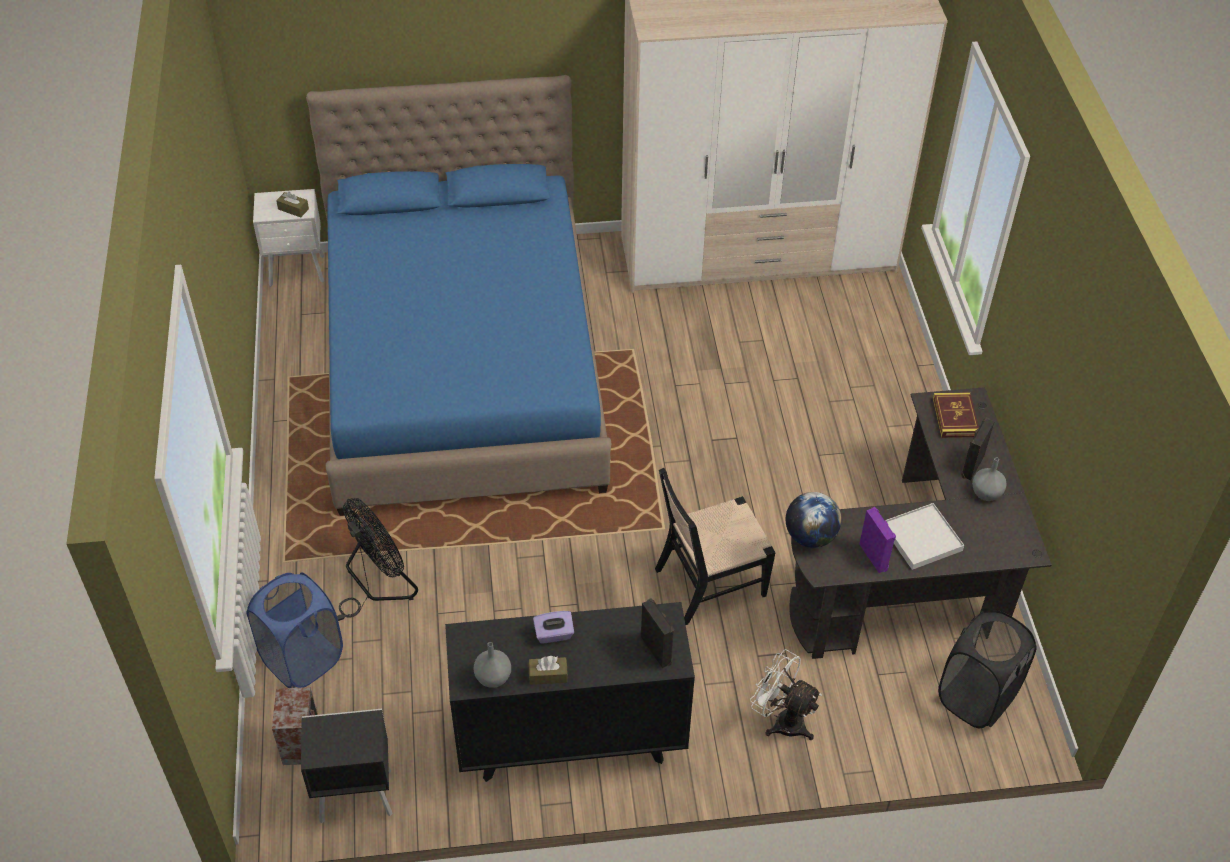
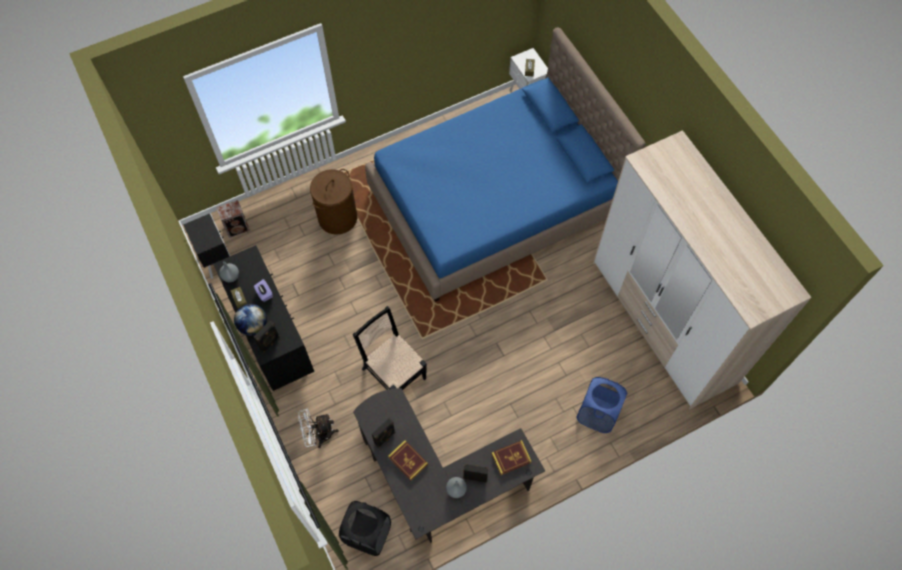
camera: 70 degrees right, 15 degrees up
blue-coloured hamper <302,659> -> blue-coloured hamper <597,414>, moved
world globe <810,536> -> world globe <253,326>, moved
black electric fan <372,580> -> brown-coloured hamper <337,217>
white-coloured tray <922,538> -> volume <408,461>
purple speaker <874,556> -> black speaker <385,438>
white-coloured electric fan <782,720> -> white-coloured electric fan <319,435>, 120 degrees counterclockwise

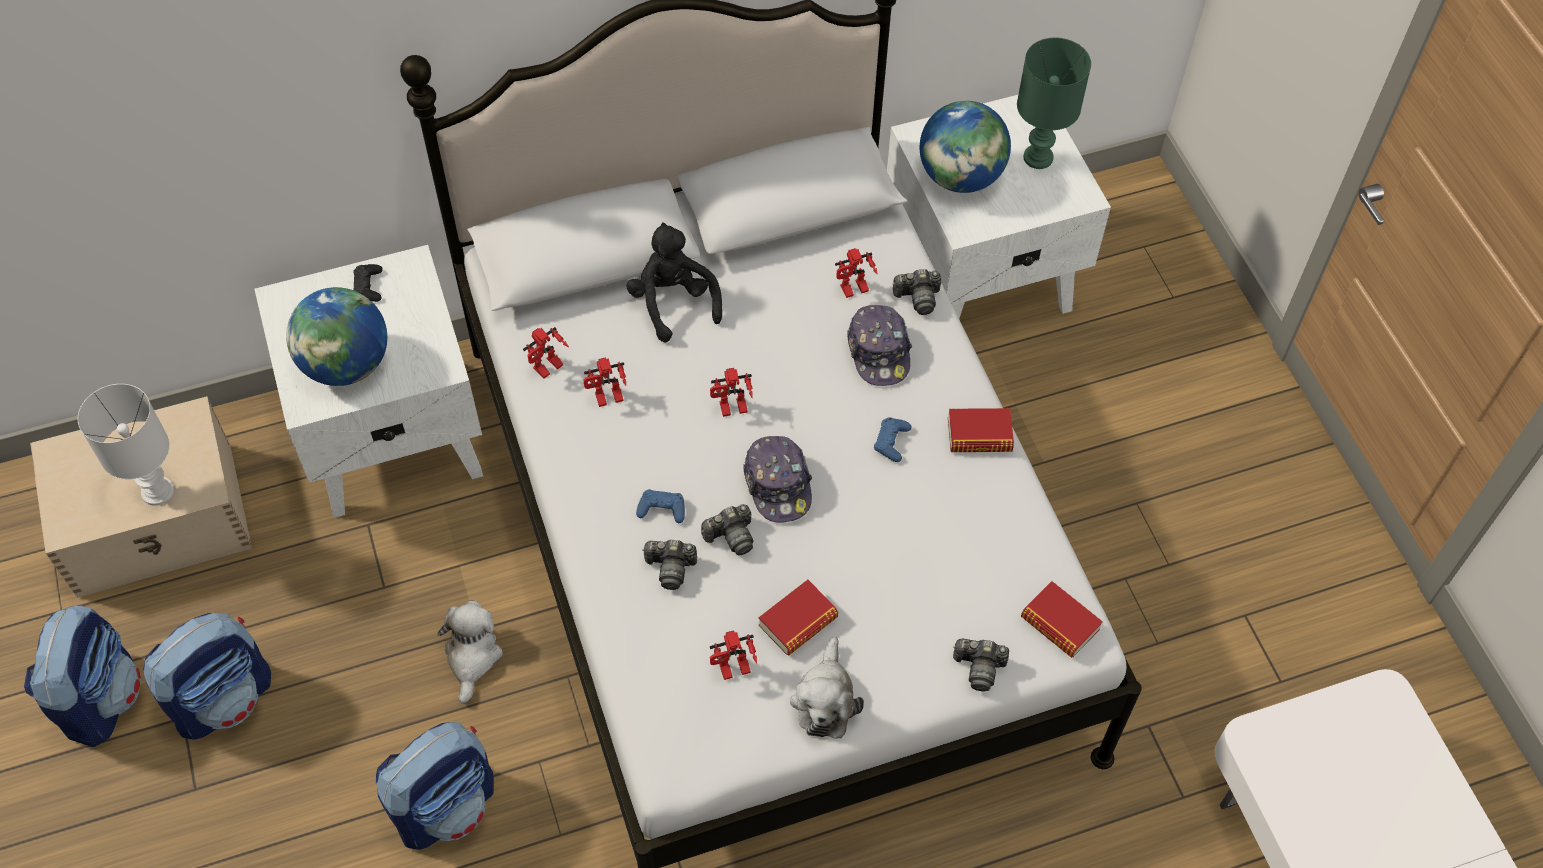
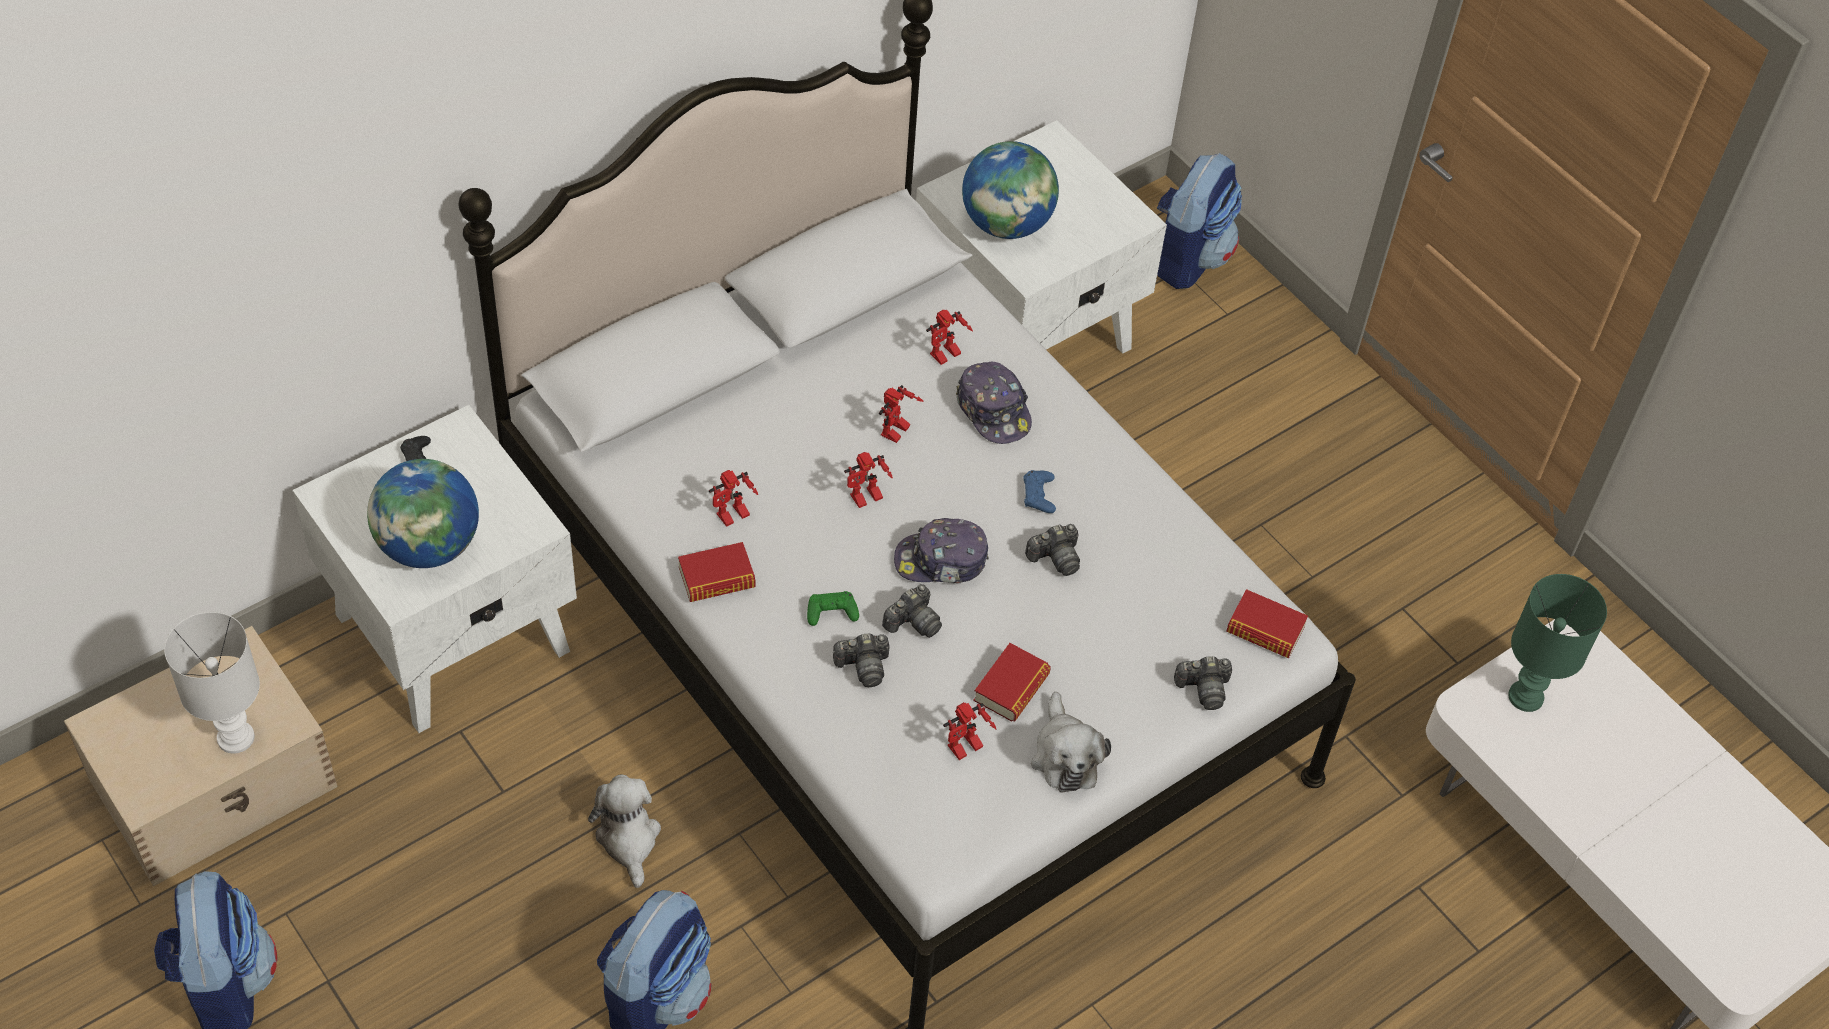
camera: 20 degrees left, 5 degrees down
black cuddly toy <673,302> -> none
rucksack <224,698> -> rucksack <1188,257>, moved
robot figure <548,370> -> robot figure <897,433>, moved
still camera <918,298> -> still camera <1055,558>, moved
volume <979,435> -> volume <717,578>, moved
green tabletop lamp <1037,156> -> green tabletop lamp <1524,696>, moved
blue-coloured gamepad <662,509> -> green gamepad <831,612>
cap <778,484> -> cap <941,561>, 120 degrees clockwise

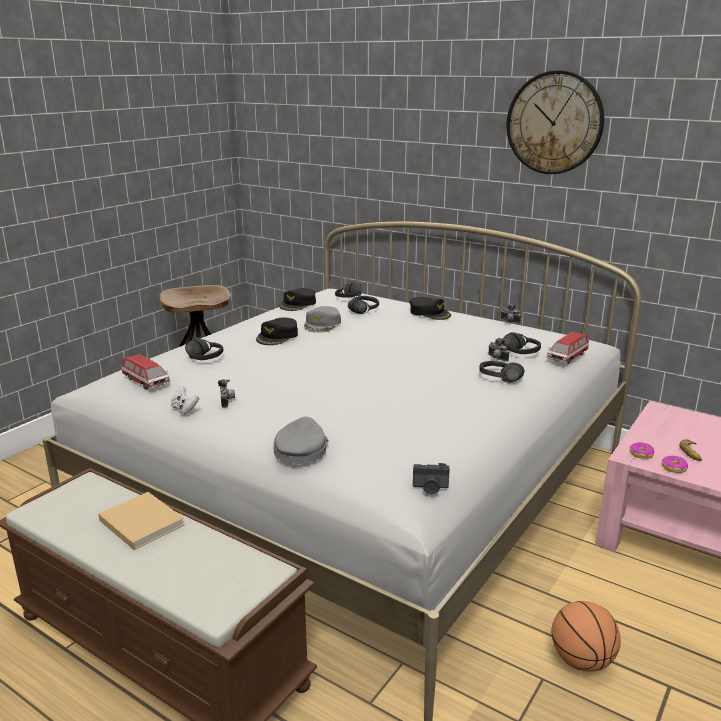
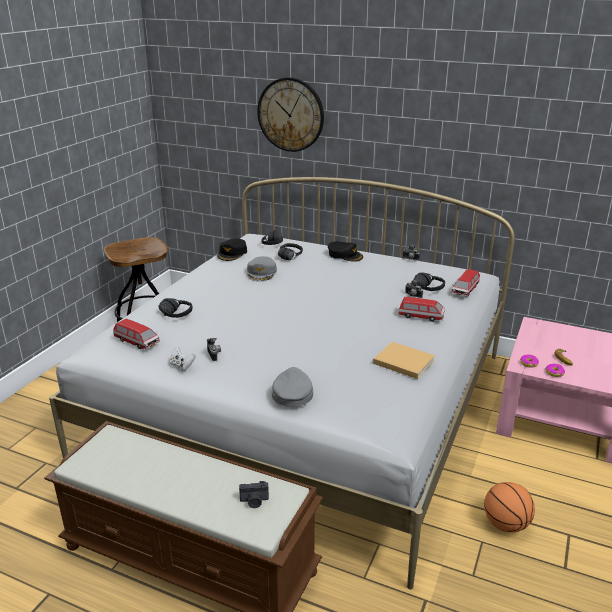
camera: 10 degrees left, 5 degrees up
black cap <277,336> -> none
beige volume <140,521> -> beige volume <402,361>, moved
still camera <430,488> -> still camera <254,501>, moved
clock on the wall <554,123> -> clock on the wall <291,114>, moved
black pair of headphones <498,381> -> miniature car <421,316>

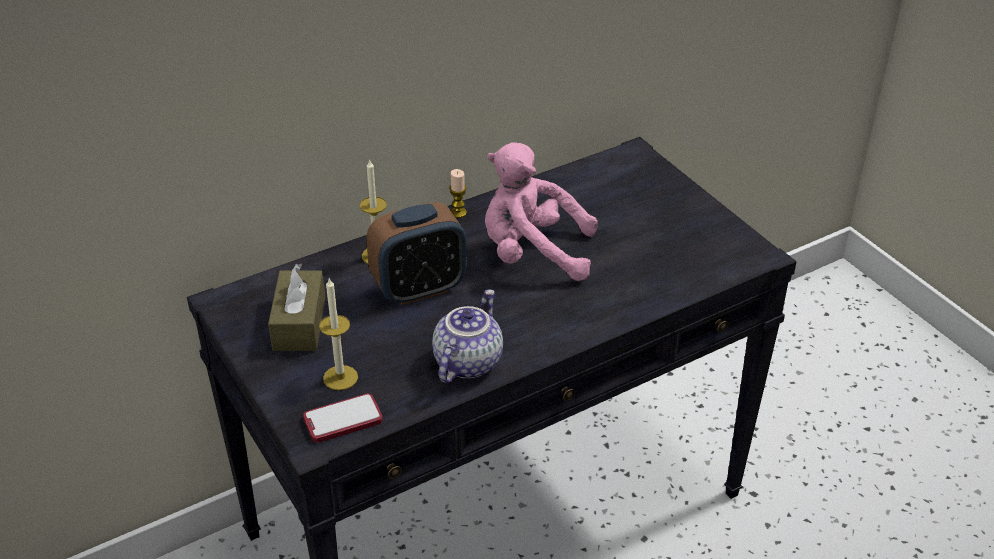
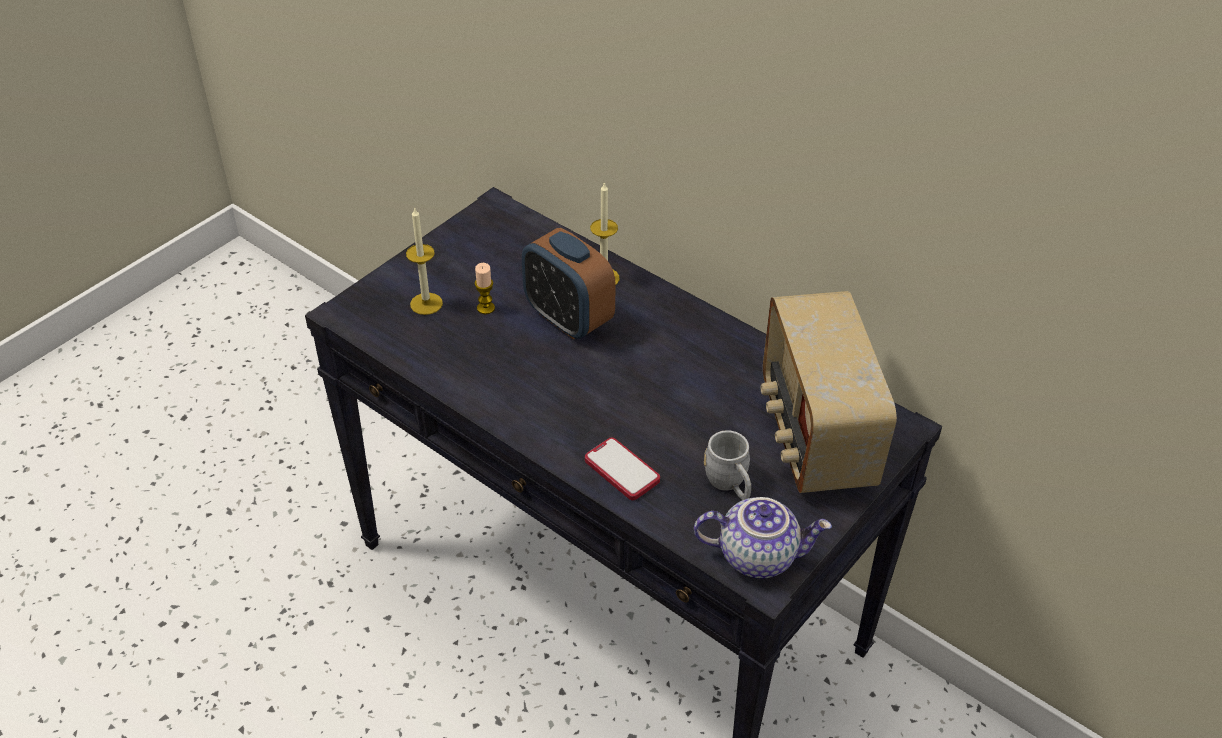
camera: 70 degrees right, 5 degrees up
brown-coloured tissue box <299,323> -> none
pinkish cuddly toy <532,253> -> none
none -> greyish mug <730,485>
none -> radio receiver <814,435>
telephone <343,420> -> telephone <622,470>, moved
pot for tea <466,362> -> pot for tea <758,554>, moved
wax candle <458,213> -> wax candle <485,308>, moved

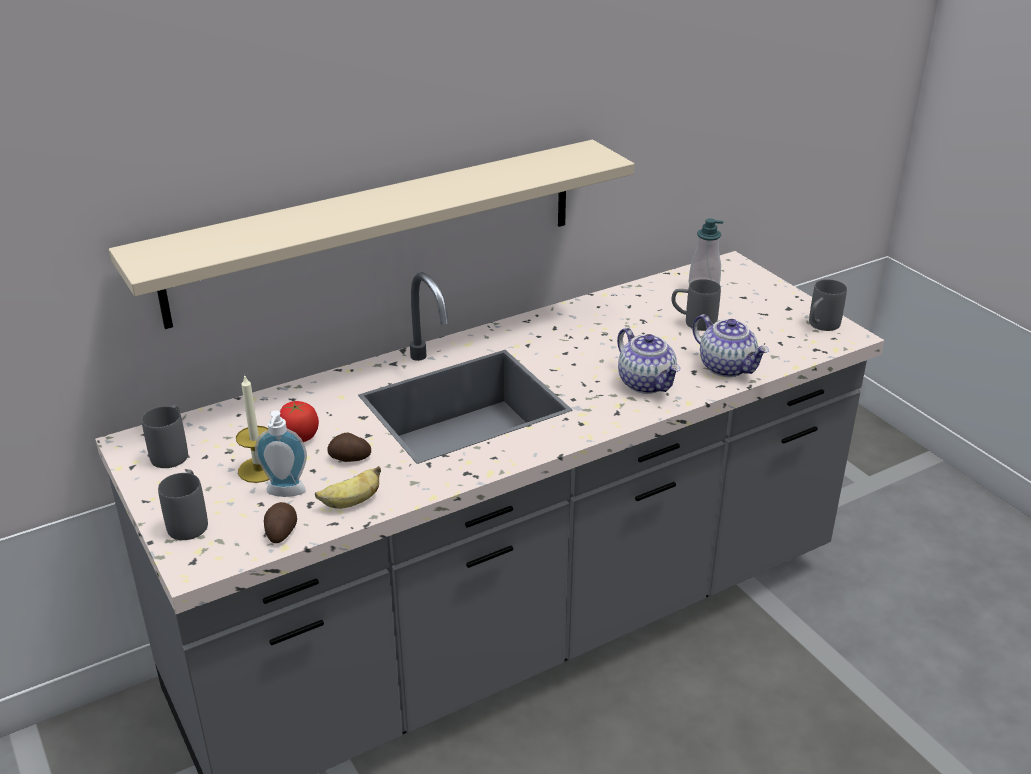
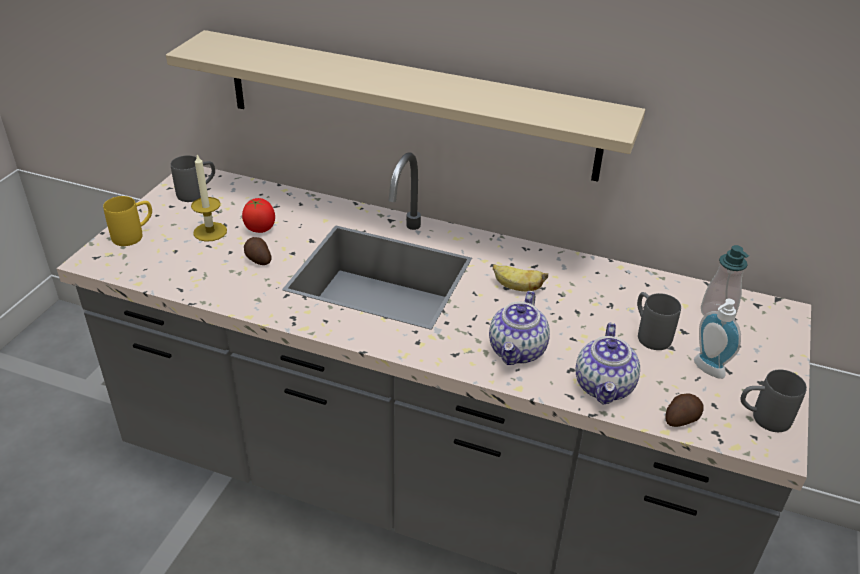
camera: 50 degrees right, 5 degrees up
soap dispenser <285,494> -> soap dispenser <706,370>, moved
whole potato <281,532> -> whole potato <681,418>, moved
banana fruit <351,503> -> banana fruit <516,287>, moved
greyish mug <190,521> -> yellow mug <134,235>

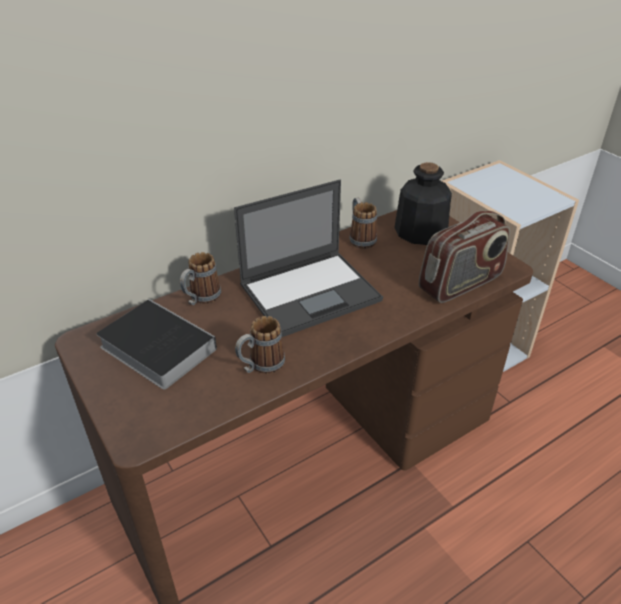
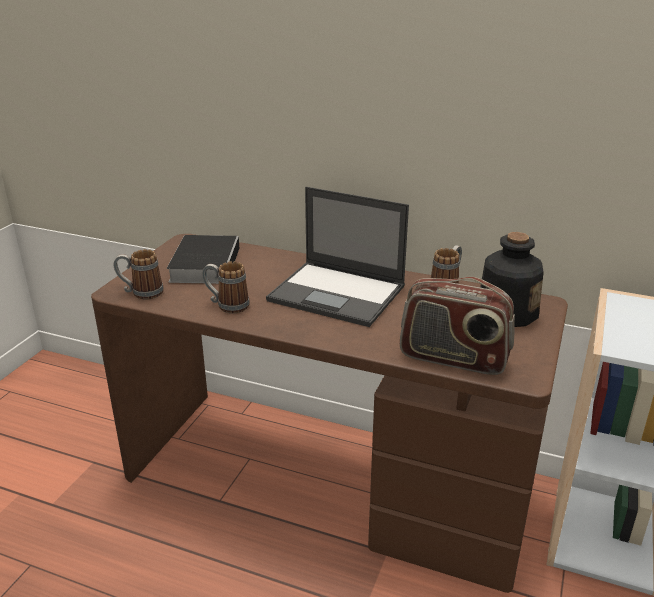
camera: 55 degrees right, 10 degrees down
mug <201,299> -> mug <141,293>, moved

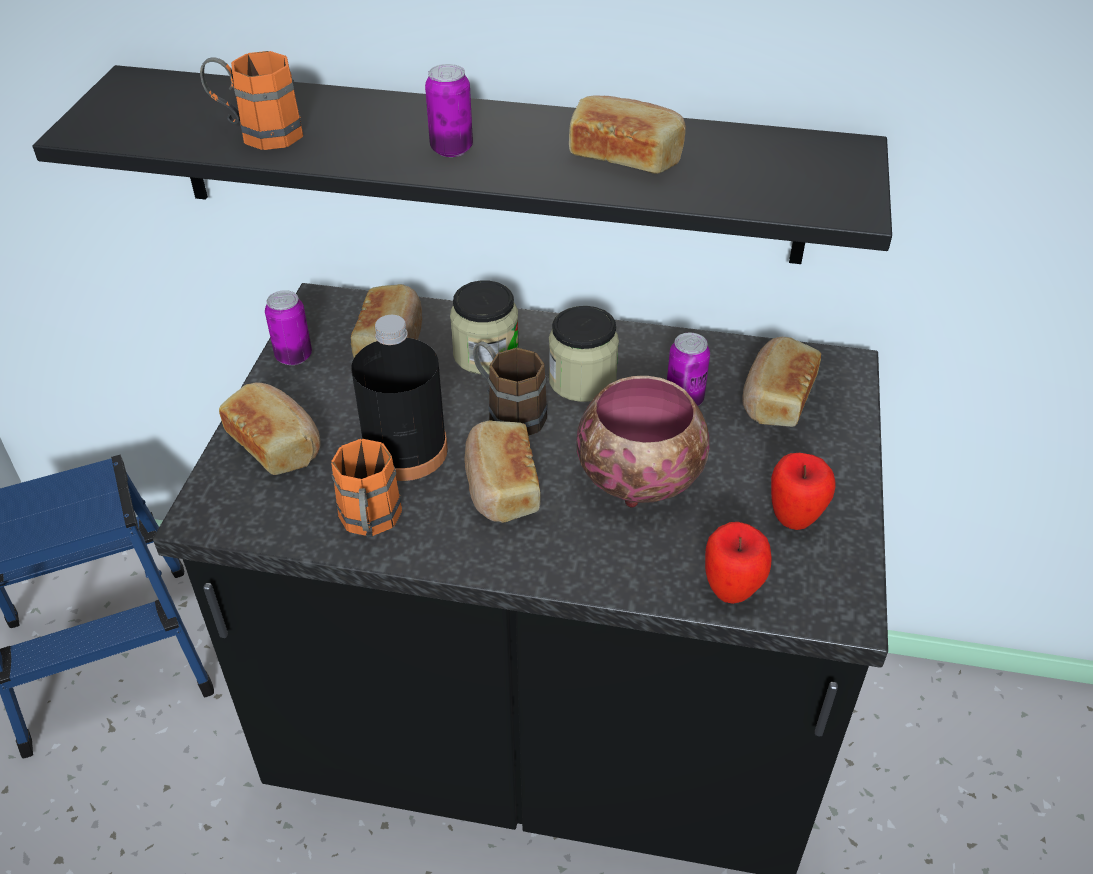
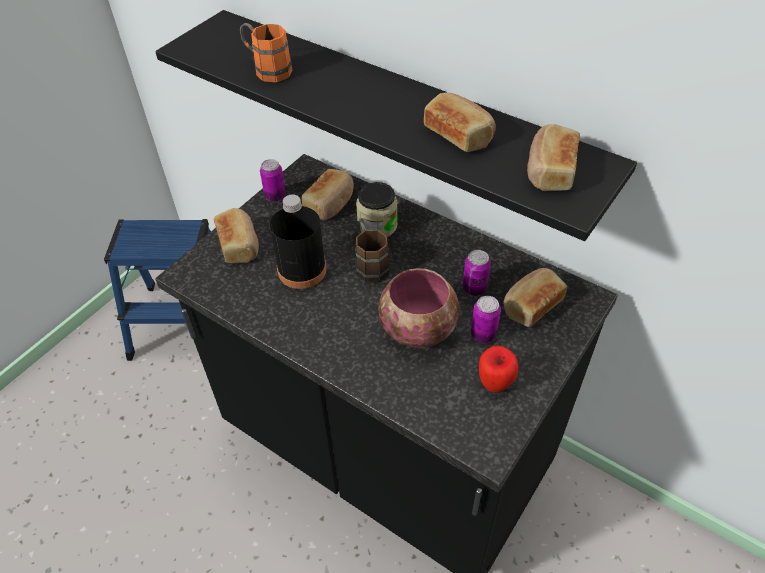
camera: 25 degrees right, 5 degrees up
orangey mug <370,524> -> none
preserve jar <582,380> -> none
whole apple <731,590> -> none
can <451,149> -> can <483,335>, moved
bakery bread <500,487> -> bakery bread <549,171>, moved

